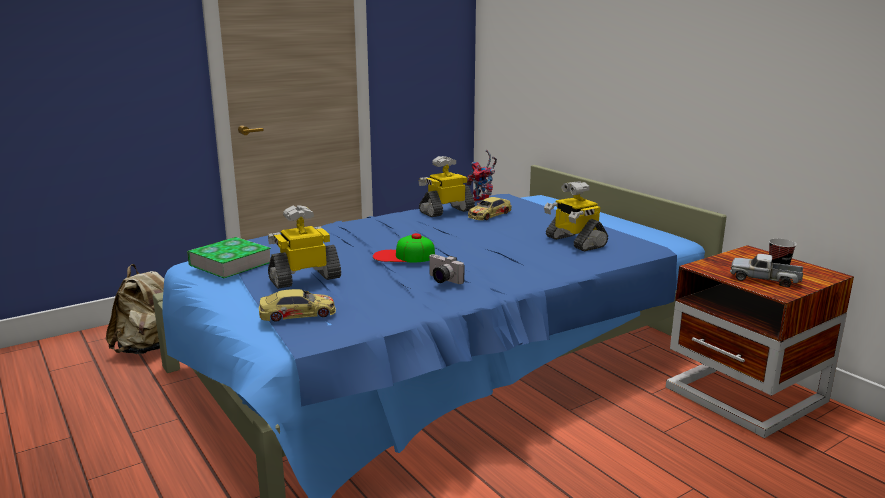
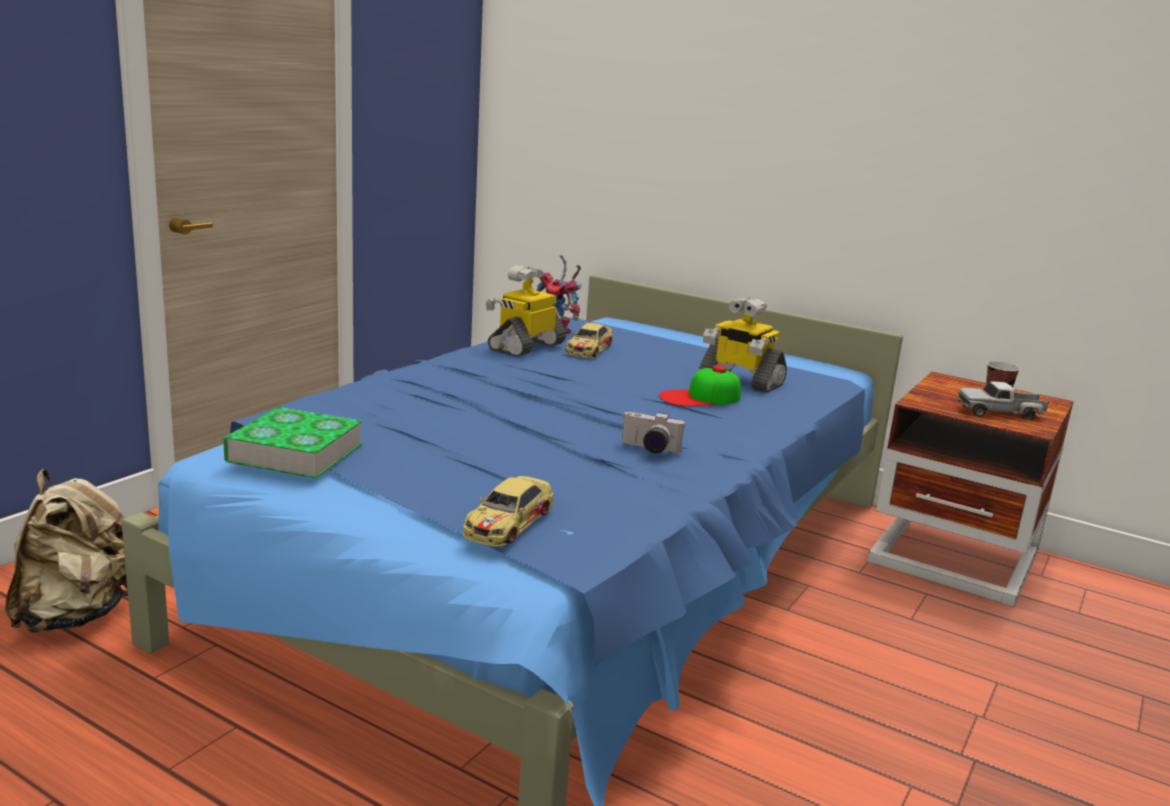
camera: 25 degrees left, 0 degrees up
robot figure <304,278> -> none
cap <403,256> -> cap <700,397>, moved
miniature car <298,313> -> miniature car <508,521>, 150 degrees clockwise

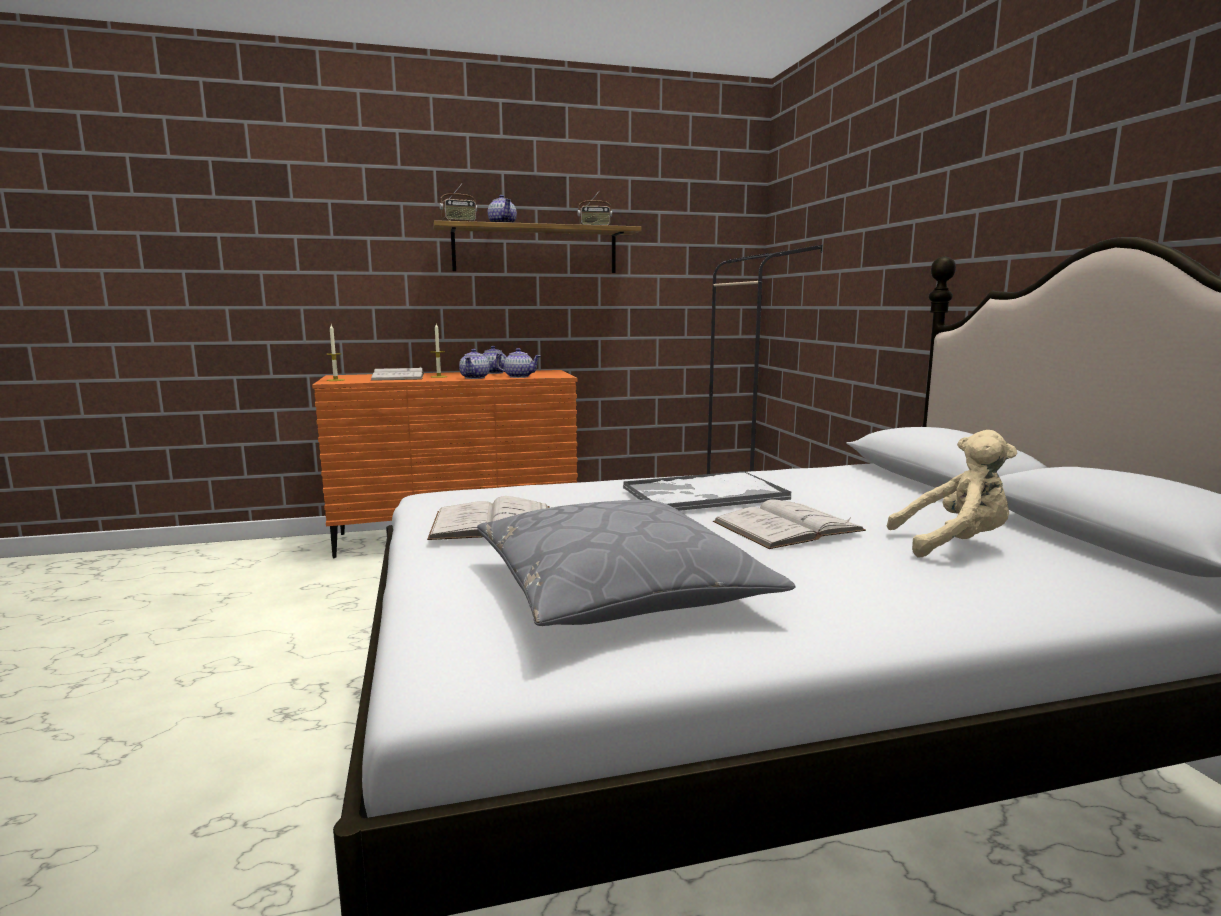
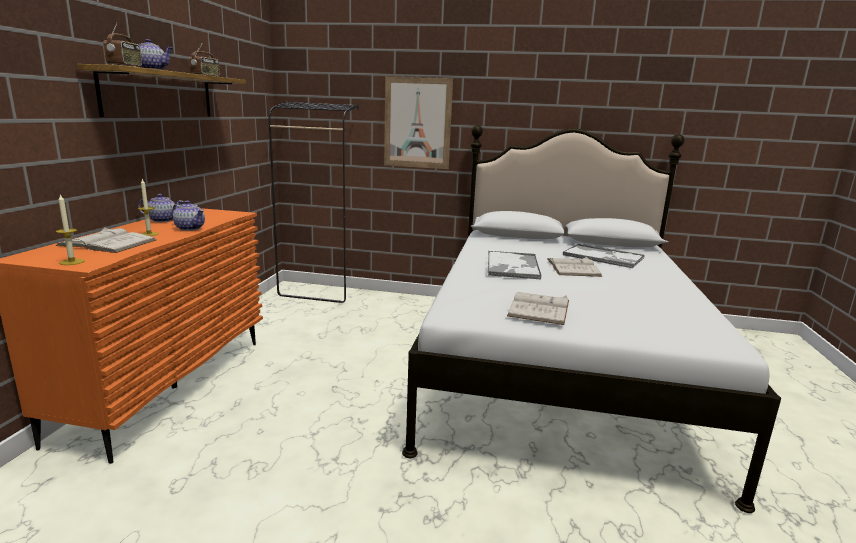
camera: 65 degrees left, 5 degrees up
greyish cushion <618,589> -> none
pot for tea <519,376> -> none
none -> wall art <417,123>
beige cuddly toy <953,544> -> tray <603,257>

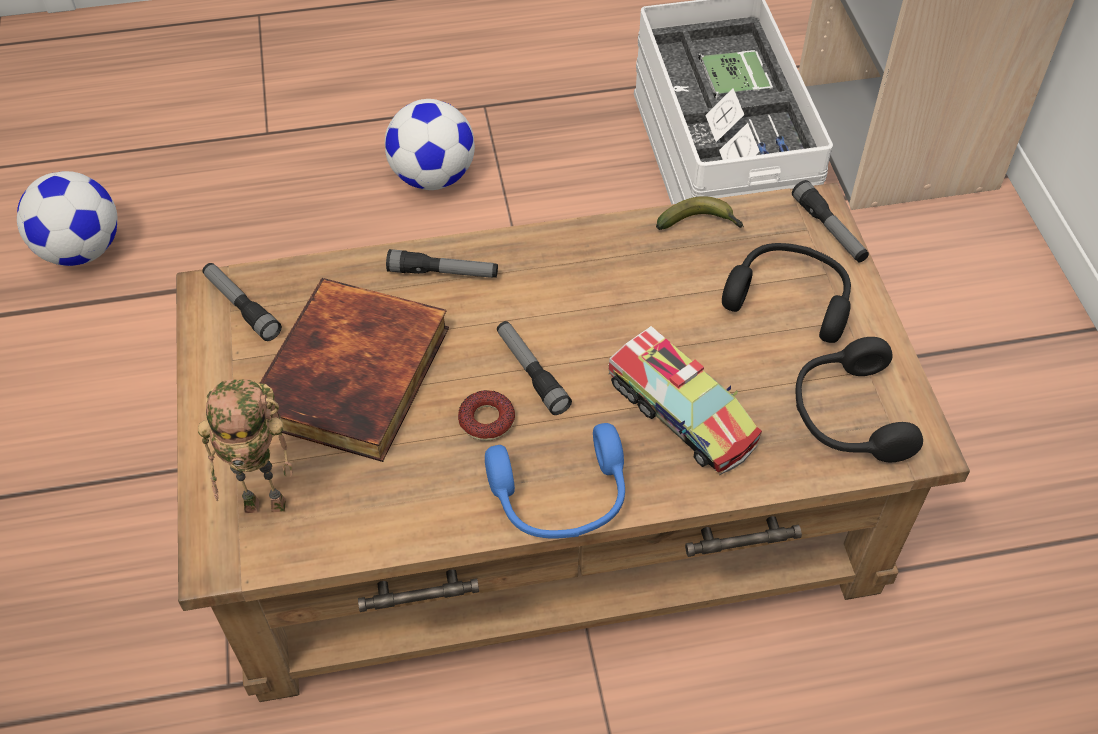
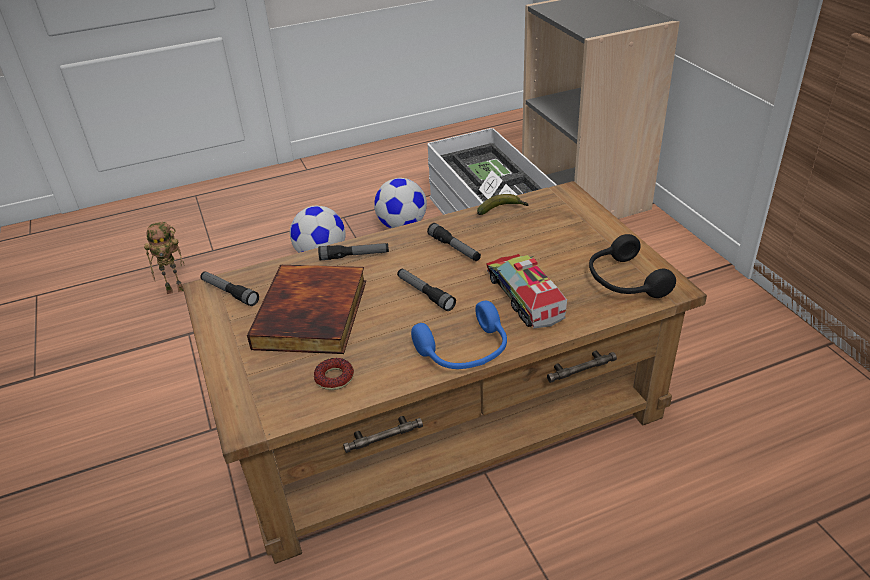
camera: 10 degrees left, 15 degrees down
black pair of headphones <790,299> -> none
football <82,250> -> football <402,226>, moved
robot figure <269,501> -> robot figure <176,289>, moved
doughnut <486,420> -> doughnut <334,378>, moved
torch <829,229> -> torch <454,248>, moved
toy truck <681,412> -> toy truck <524,297>, 150 degrees counterclockwise

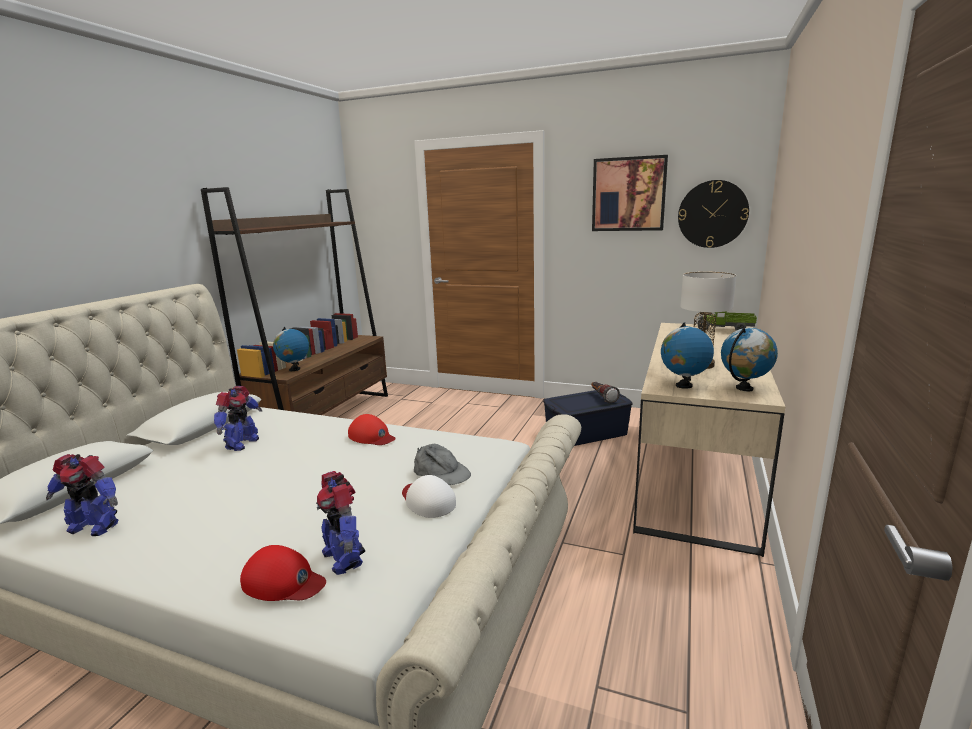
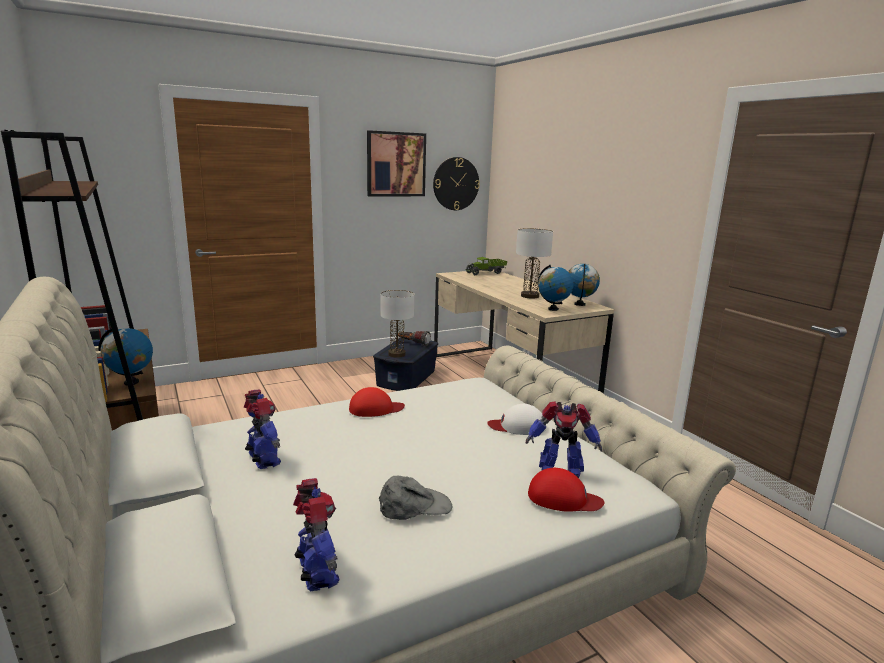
camera: 50 degrees left, 0 degrees up
none -> tabletop lamp <397,354>
greyish cap <441,473> -> greyish cap <414,506>, moved
robot figure <94,527> -> robot figure <317,573>, 75 degrees counterclockwise
reddish cap <283,582> -> reddish cap <563,498>, 45 degrees clockwise

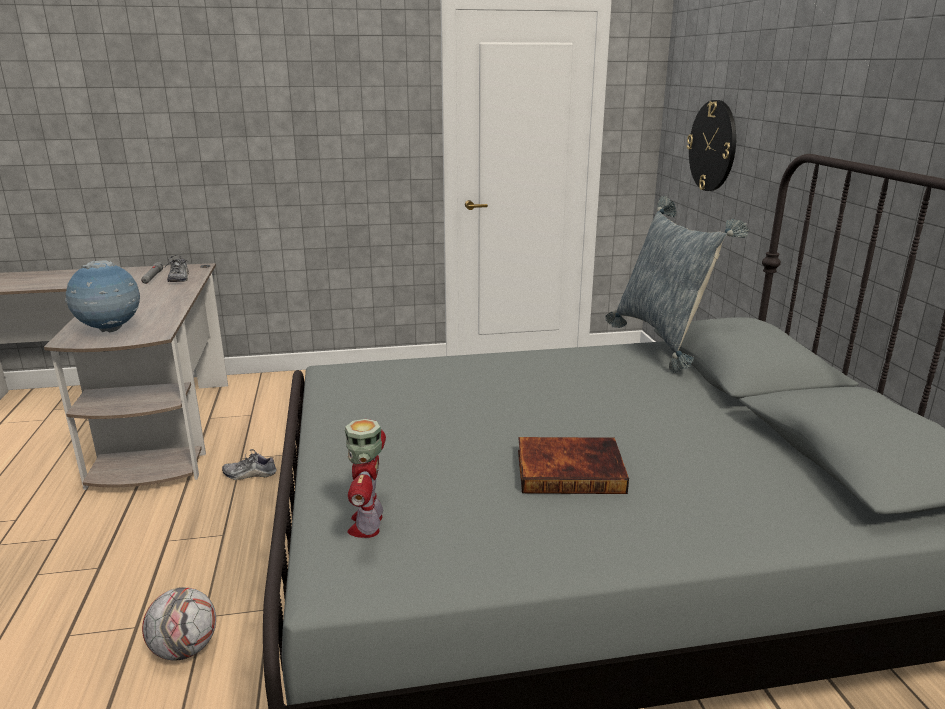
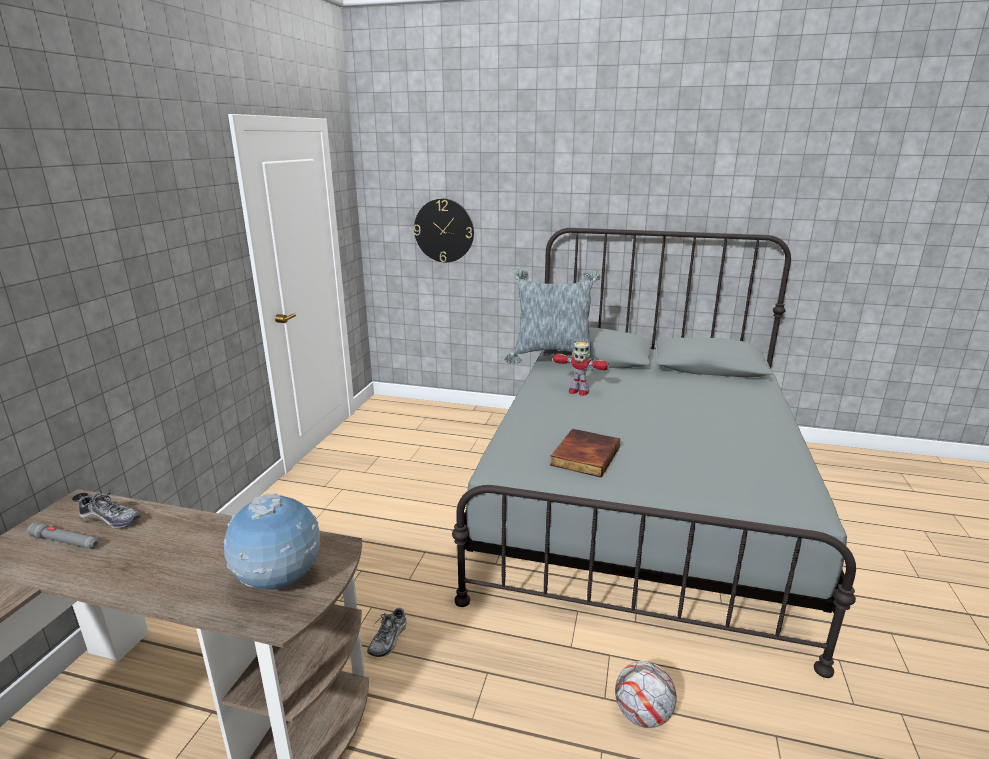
camera: 65 degrees left, 0 degrees up
robot figure <368,524> -> robot figure <578,391>, moved
volume <570,470> -> volume <584,455>, moved

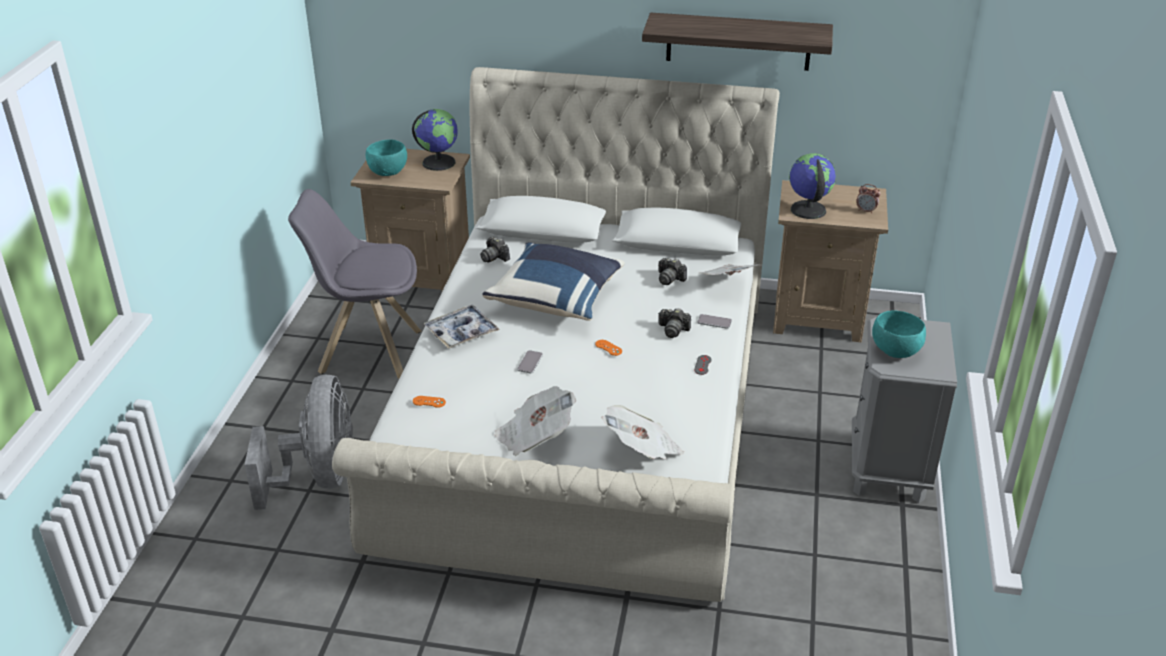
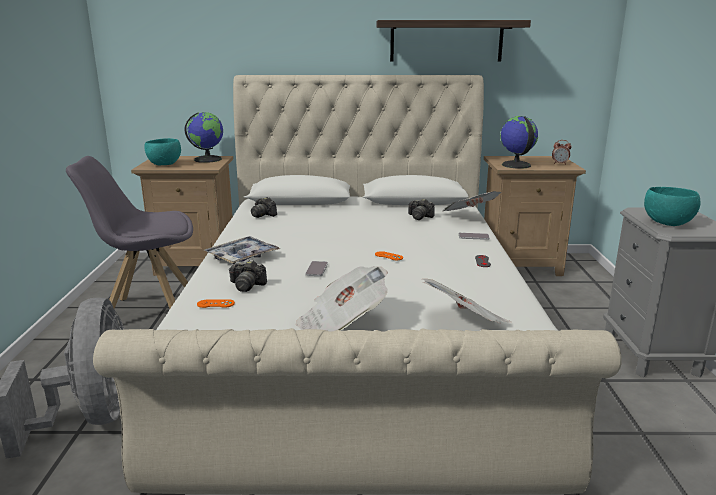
camera: 10 degrees left, 15 degrees down
blue-coloured cushion <556,299> -> none
still camera <673,330> -> still camera <247,286>, moved

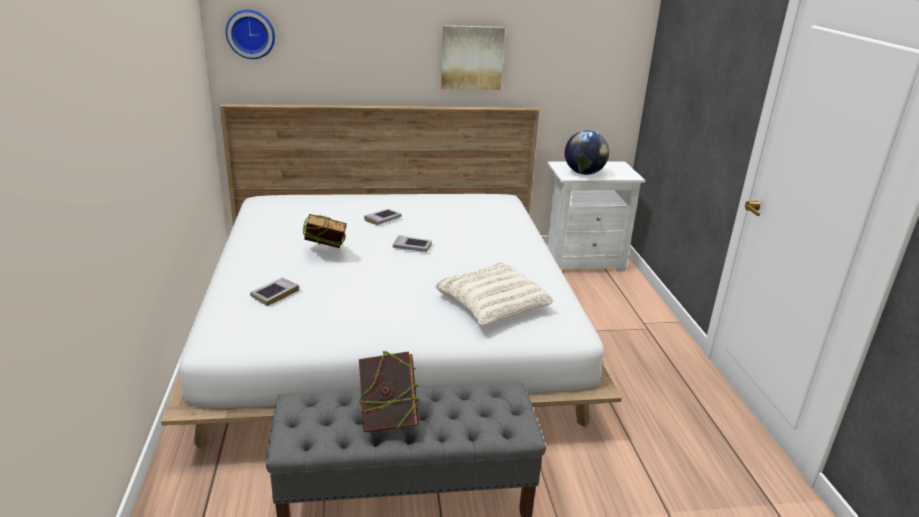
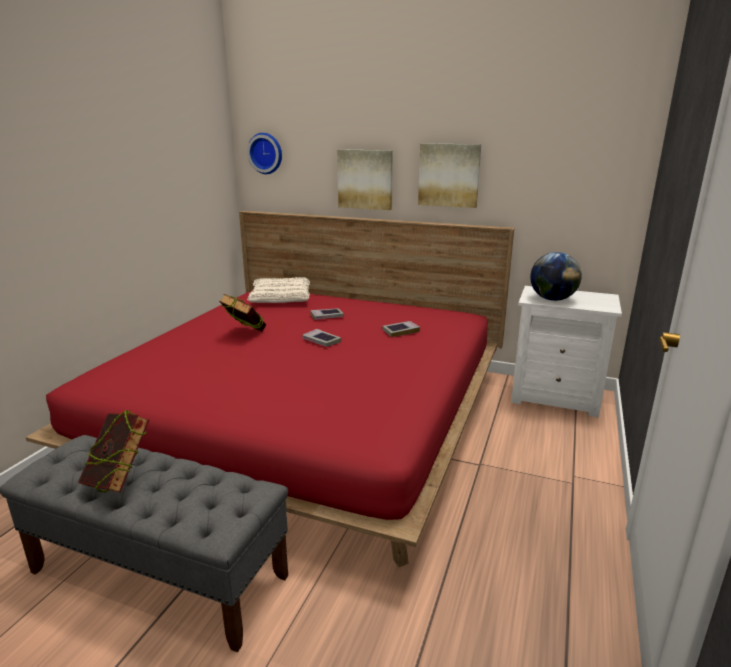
camera: 30 degrees right, 5 degrees down
none -> wall art <365,179>
volume <275,294> -> volume <400,331>, moved
beige cushion <492,304> -> beige cushion <280,298>, moved
white-coloured sleeping bed <391,330> -> reddish sleeping bed <306,419>

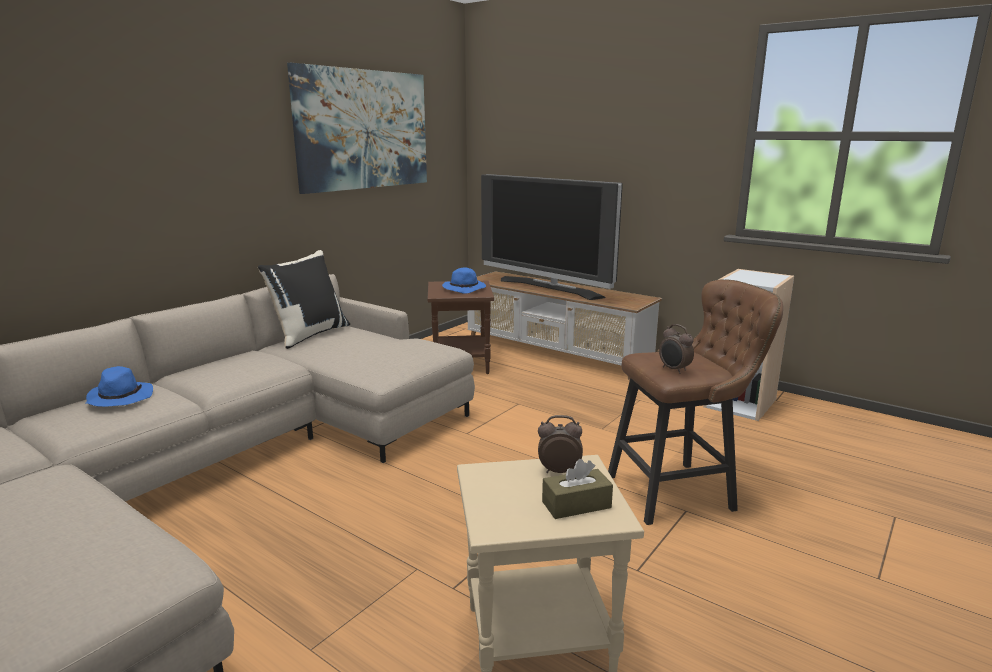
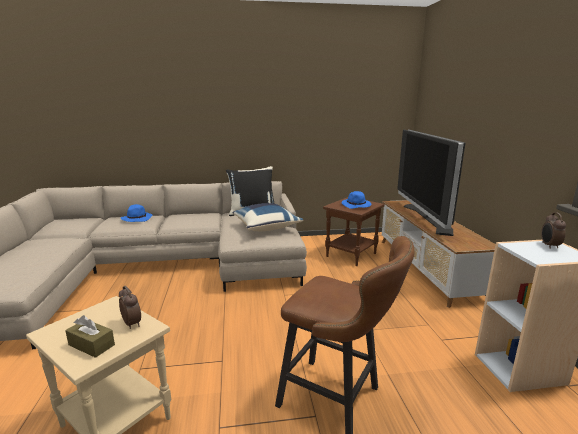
camera: 45 degrees right, 0 degrees up
wall art <364,130> -> none
none -> blue-coloured cushion <266,227>
alarm clock <674,370> -> alarm clock <549,246>, moved

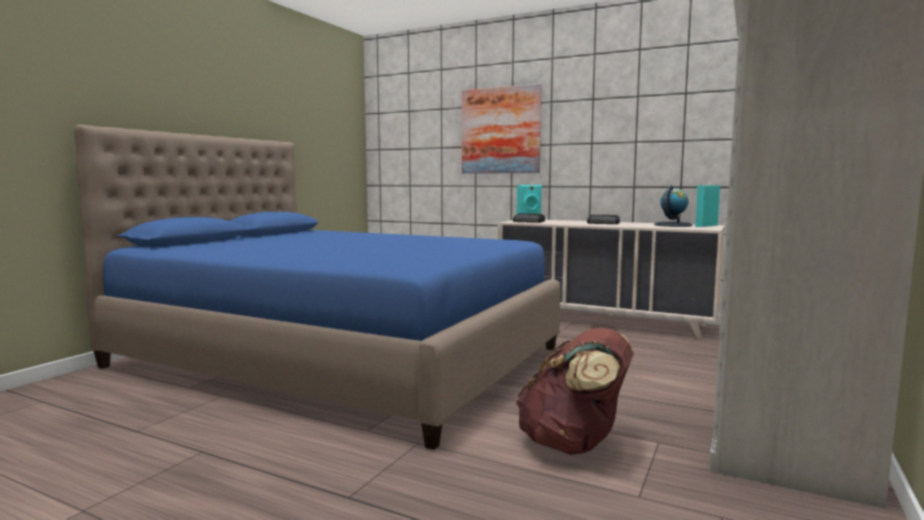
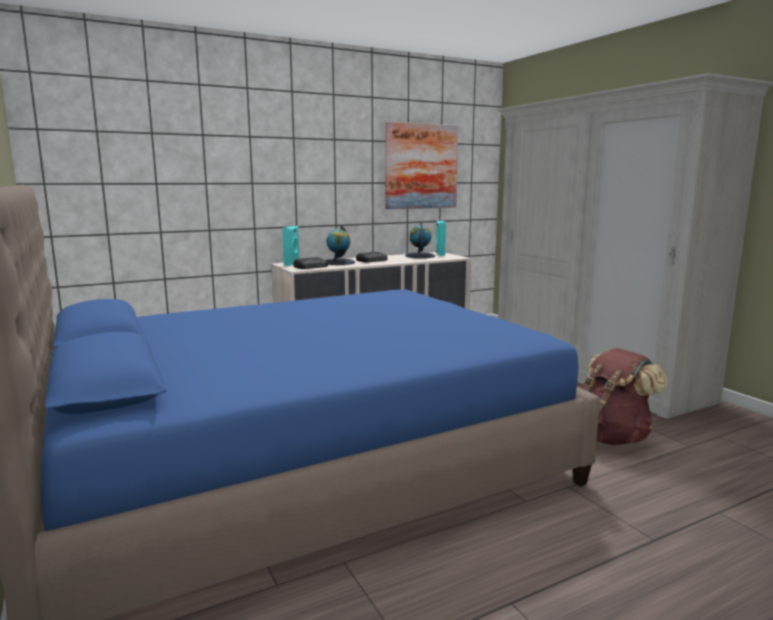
camera: 55 degrees left, 5 degrees up
none -> world globe <339,262>
wall art <500,130> -> wall art <421,166>, moved

